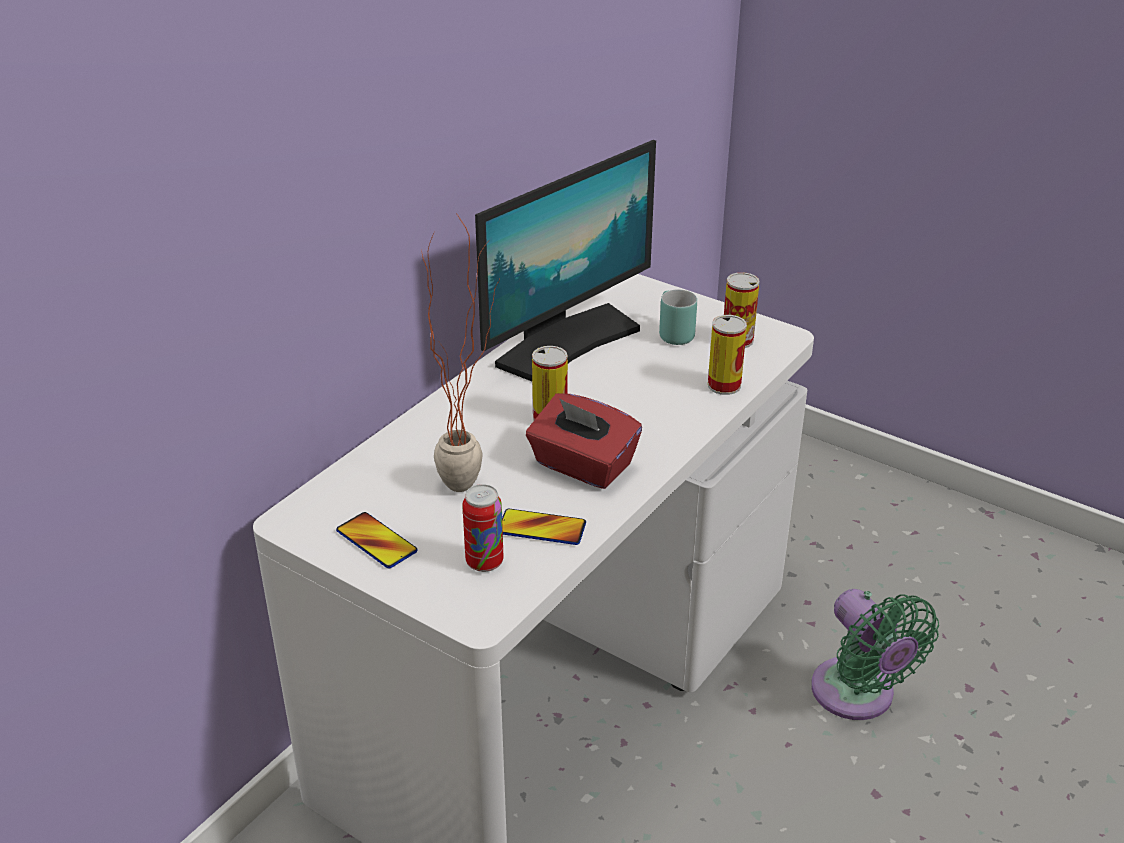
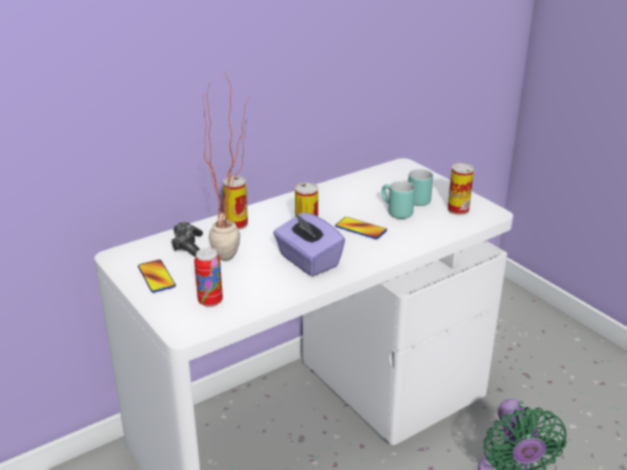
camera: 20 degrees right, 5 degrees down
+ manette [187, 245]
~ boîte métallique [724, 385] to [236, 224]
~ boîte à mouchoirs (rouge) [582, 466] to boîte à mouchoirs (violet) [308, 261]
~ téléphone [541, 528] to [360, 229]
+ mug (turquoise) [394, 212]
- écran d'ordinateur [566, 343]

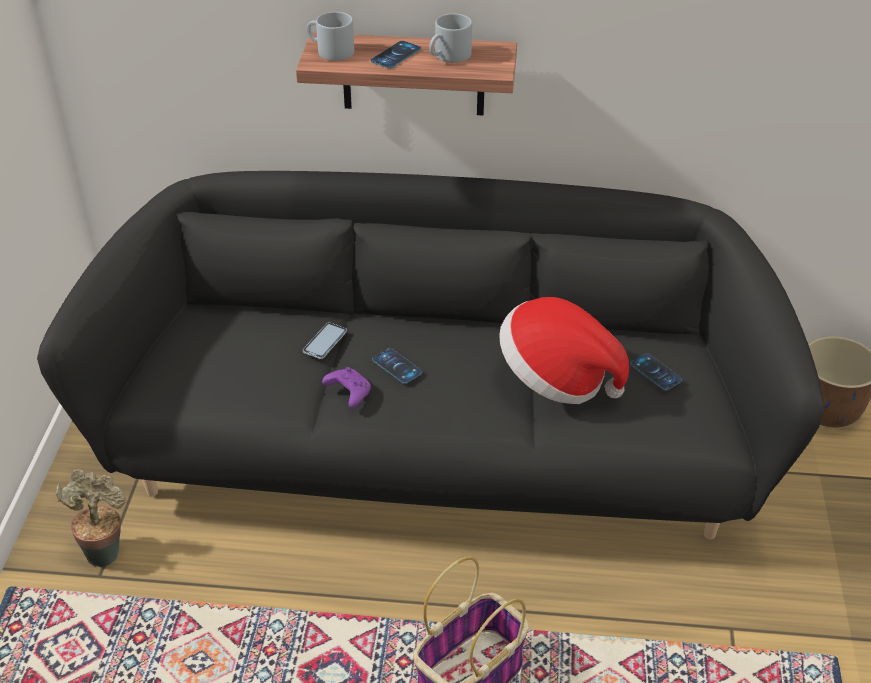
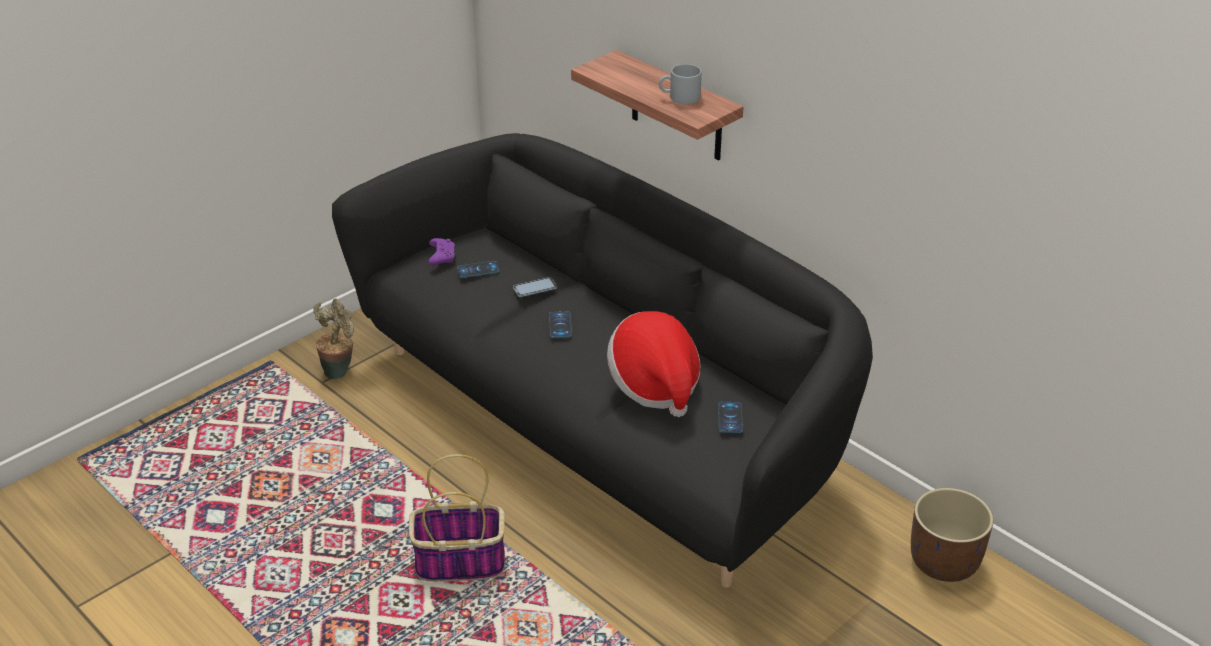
camera: 40 degrees right, 5 degrees down
~ manette (violet) [348, 392] to [441, 256]
~ téléphone [396, 55] to [478, 269]
- mug (gris) [330, 51]

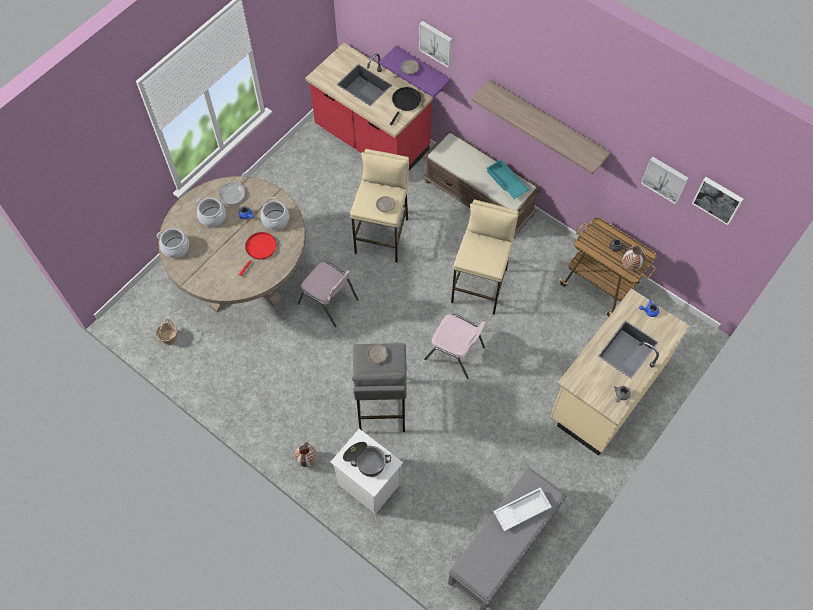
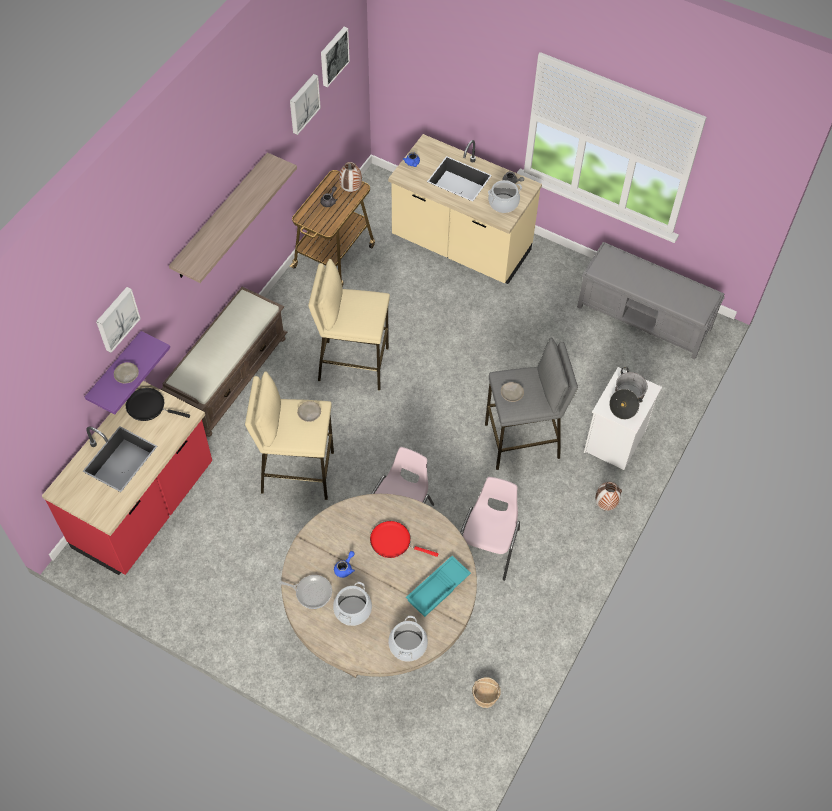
camera: 100 degrees left, 5 degrees down
~ plateau (turquoise) [506, 182] to [438, 589]
~ chaise (rose) [455, 353] to [488, 546]
~ marmite [275, 219] to [503, 203]
- plateau (blanc) [521, 510]

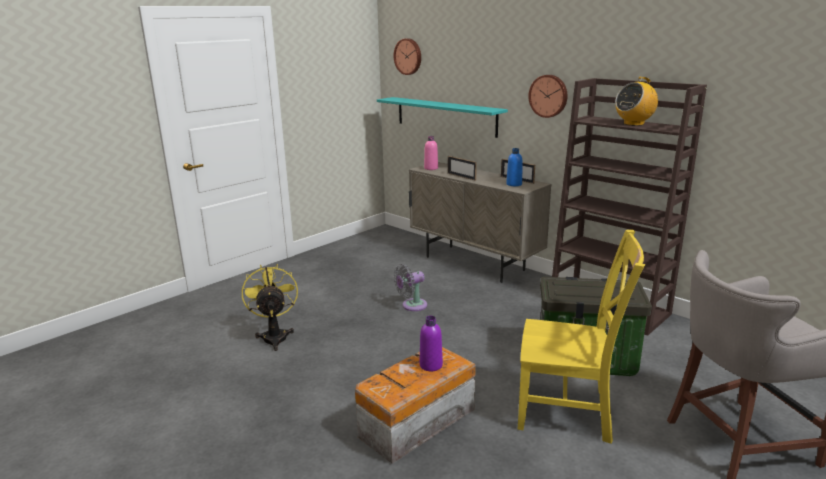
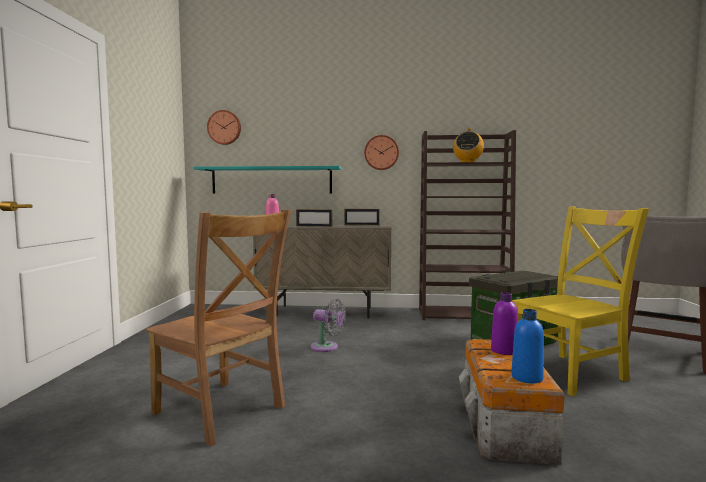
camera: 40 degrees left, 15 degrees down
~ ventilateur (jaune) [275, 336] to chaise (marron) [222, 412]
~ ventilateur (gris) [412, 306] = [327, 347] 90 degrees counterclockwise
~ bouteille (bleu) [514, 184] to [527, 377]

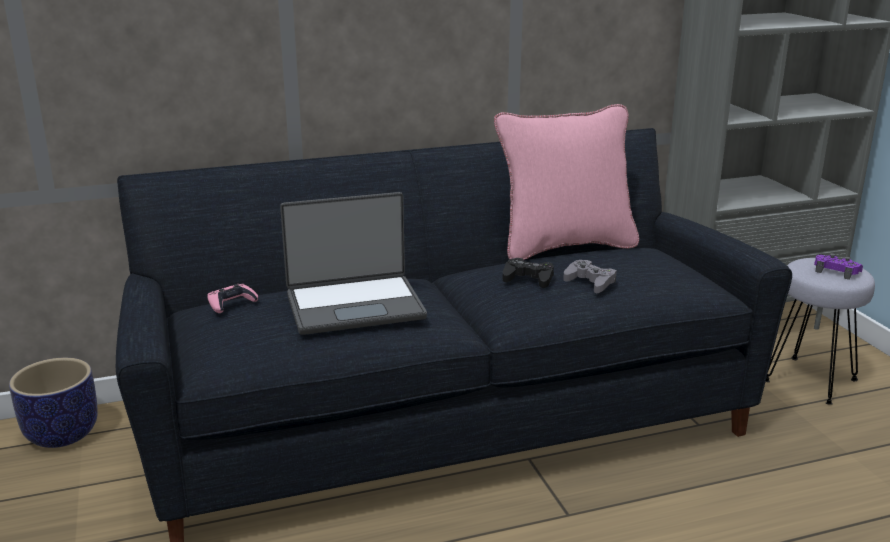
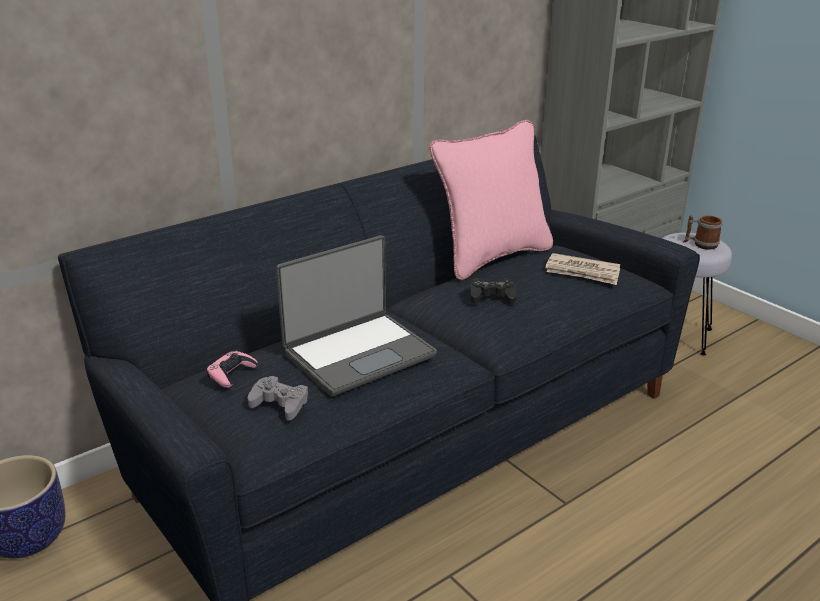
camera: 20 degrees left, 5 degrees up
~ manette (gris) [590, 282] to [280, 404]
+ journal [583, 272]
~ manette (violet) [836, 271] to mug [700, 244]

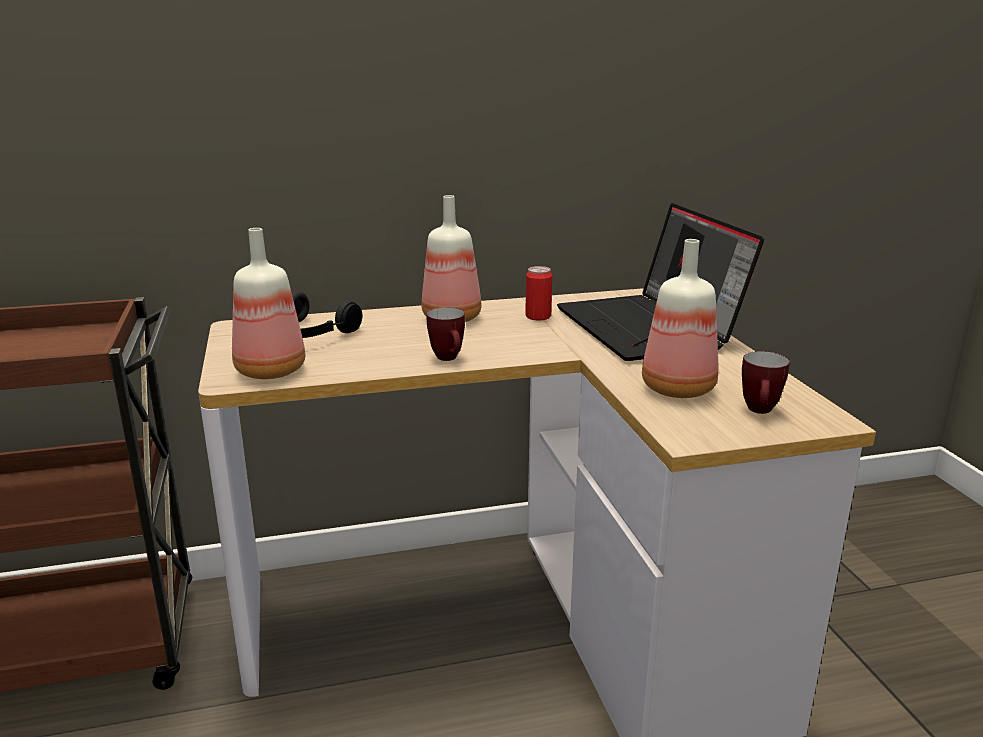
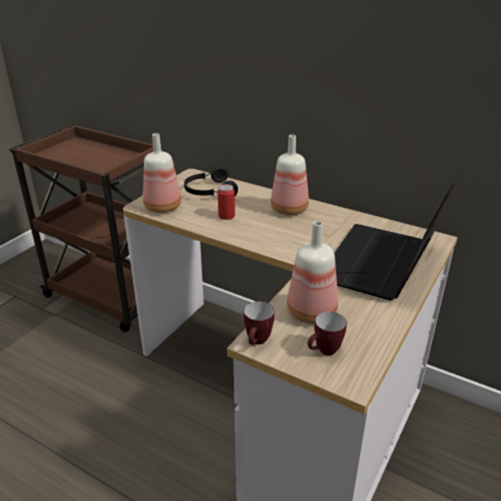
camera: 45 degrees right, 10 degrees up
~ boîte métallique [538, 316] to [226, 216]
~ mug [449, 359] to [257, 342]

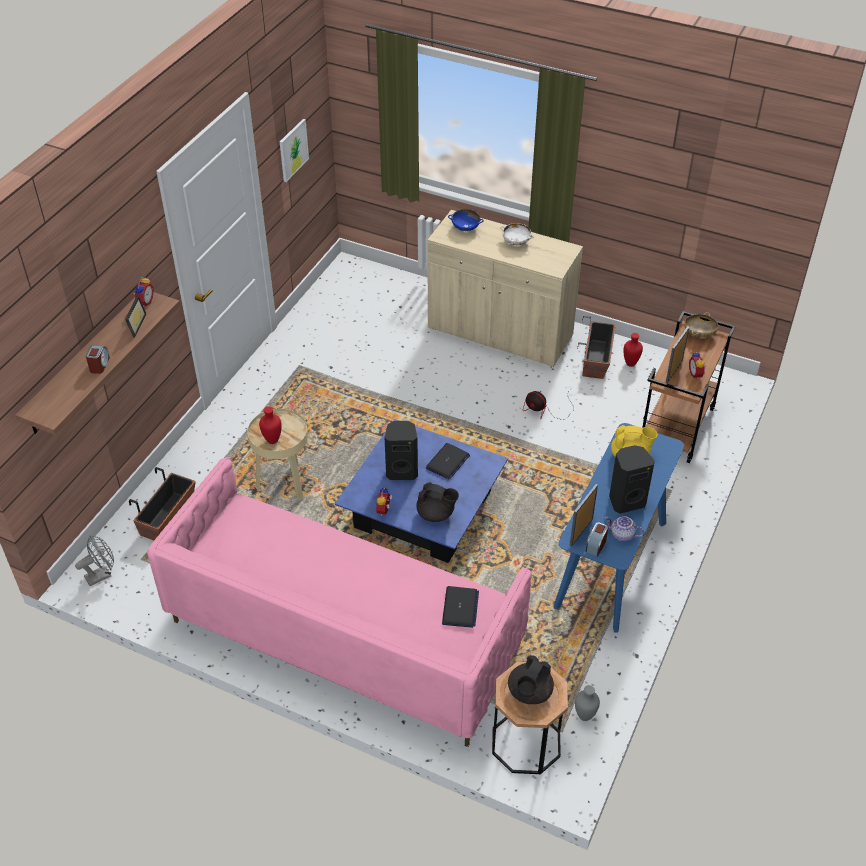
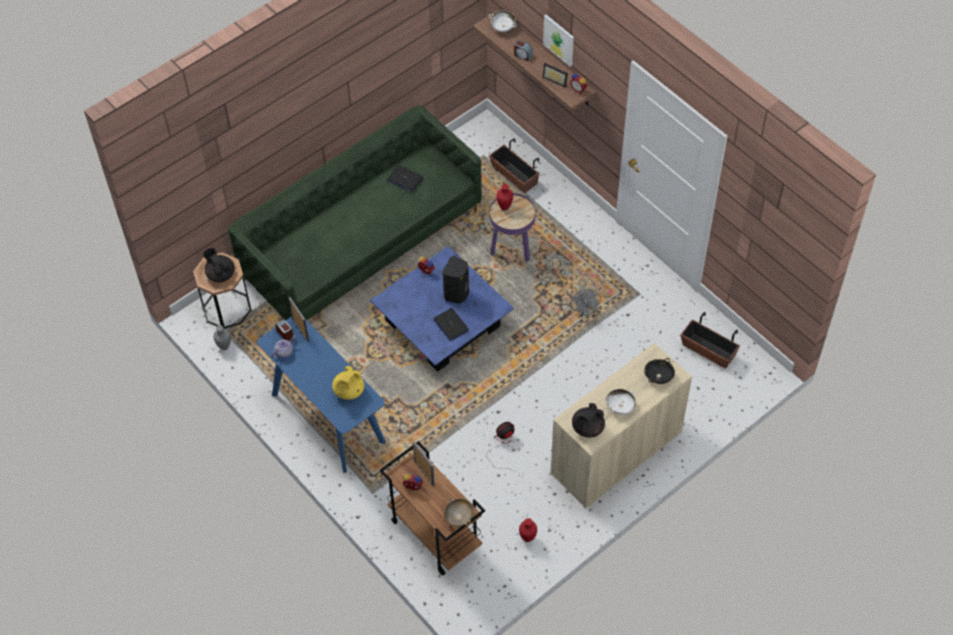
camera: 115 degrees right, 10 degrees up
~ canapé (rose) [344, 632] to canapé (vert) [362, 243]
~ ordinateur portable [460, 608] to [405, 179]
+ bol (blanc) [503, 27]
~ table d'appoint (beige) [284, 483] to table d'appoint (violet) [512, 248]
~ tableau [293, 150] to [559, 40]
~ ventilateur (gris) [102, 574] to [584, 311]
~ théière (noir) [436, 514] to [587, 428]
~ bol (bleu) [465, 228] to bol (noir) [658, 376]
~ cache-pot [596, 359] to [708, 351]
- enceinte (noir) [626, 500]

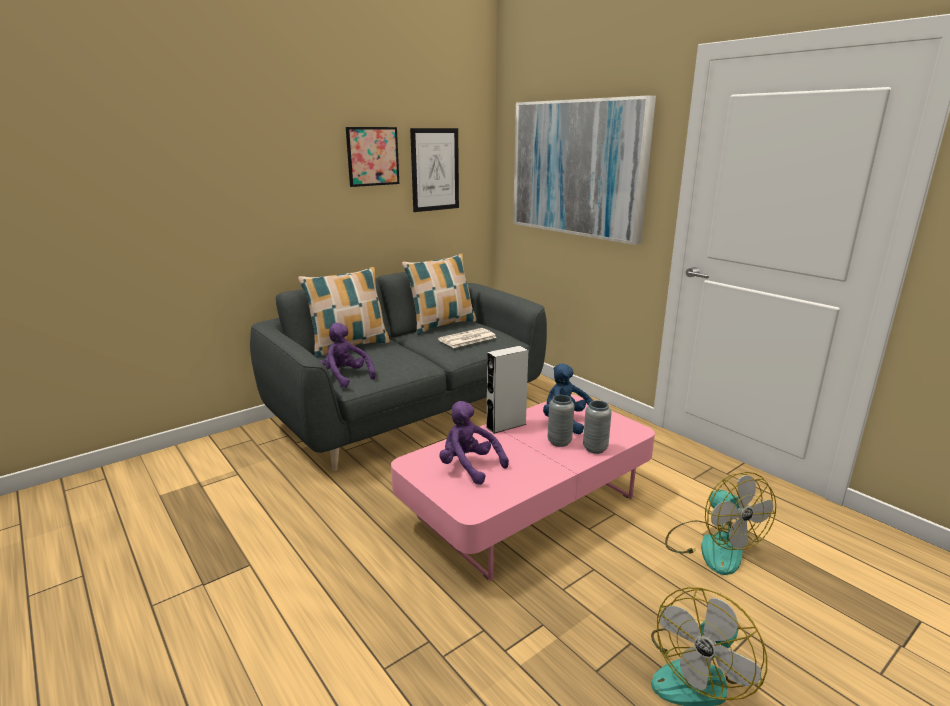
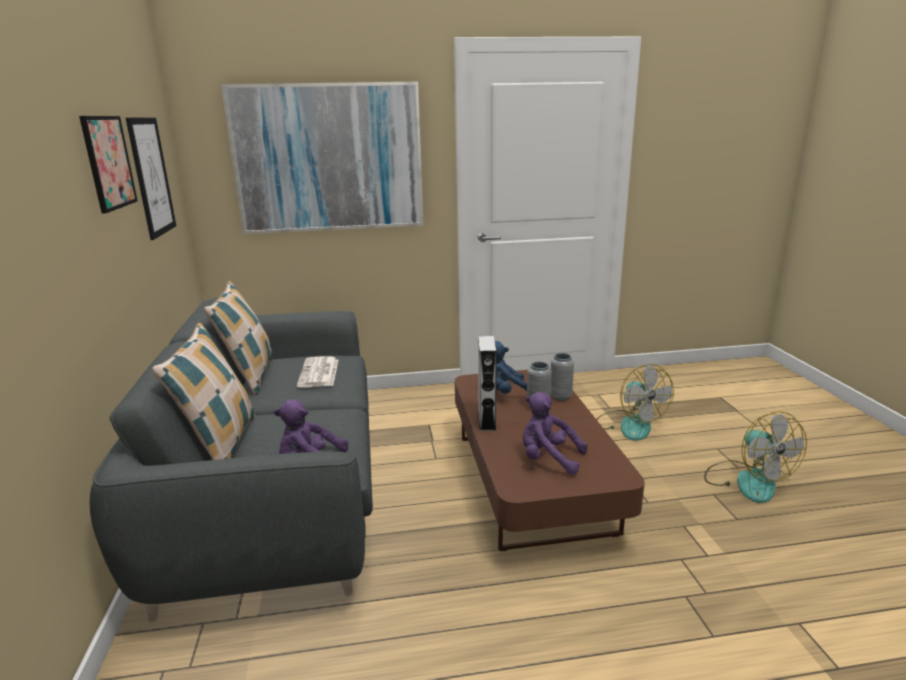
camera: 60 degrees left, 0 degrees up
~ table basse (rose) [527, 507] to table basse (marron) [531, 481]
~ peluche (violet) [469, 467] = [548, 459] 45 degrees clockwise
~ ventilateur [711, 546] = [629, 424] 60 degrees clockwise

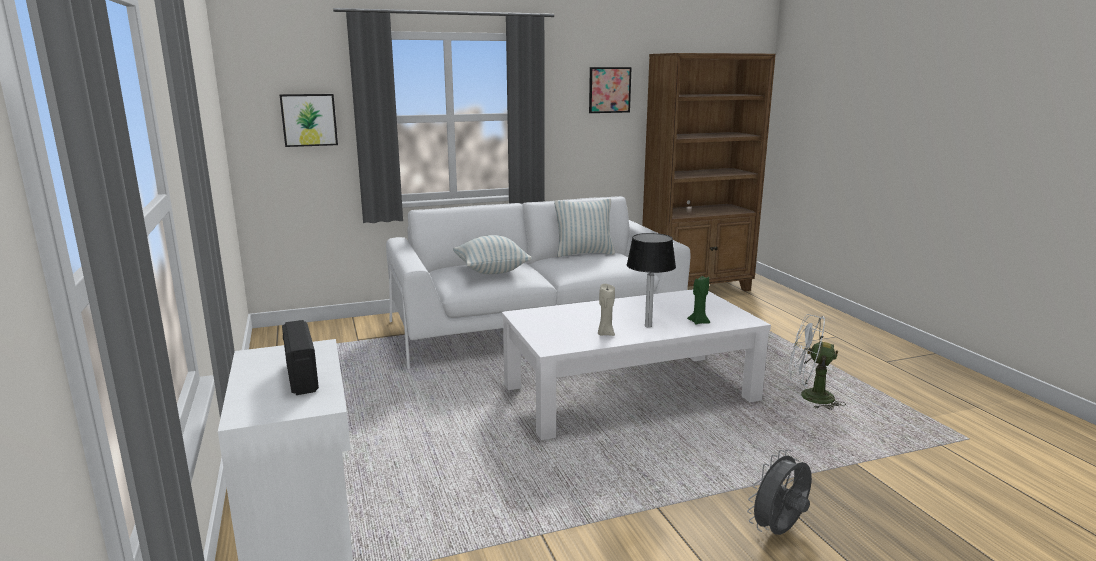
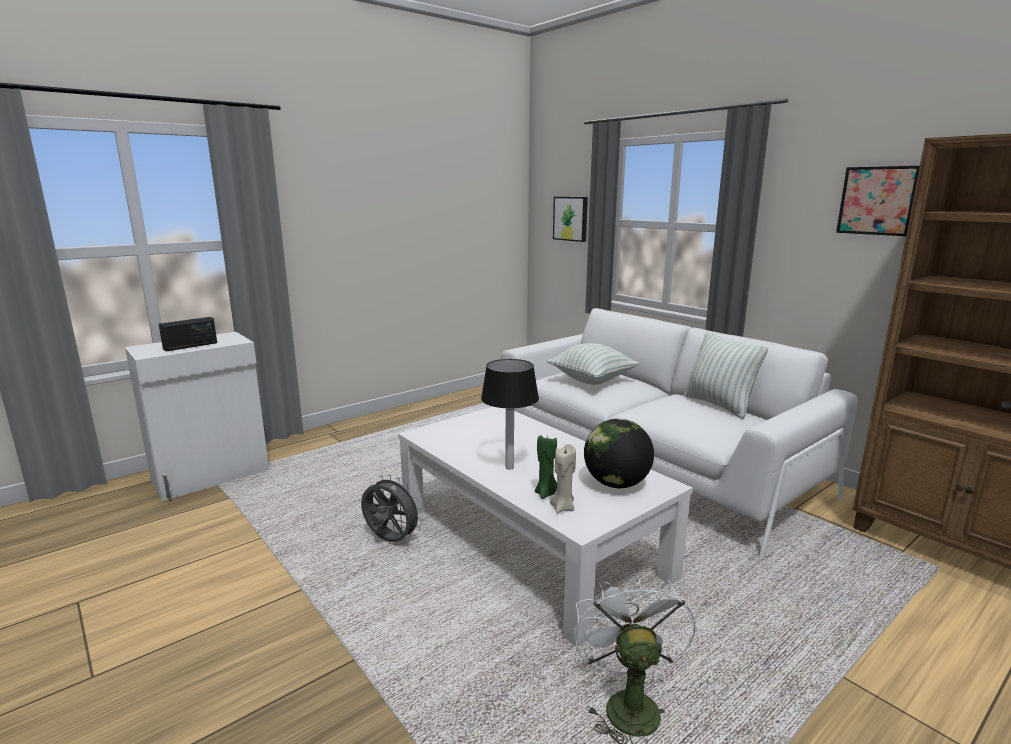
camera: 70 degrees right, 0 degrees up
~ ventilateur (gris) [779, 531] to [390, 541]
~ bougie (beige) [605, 334] to [562, 507]
+ globe [616, 484]

